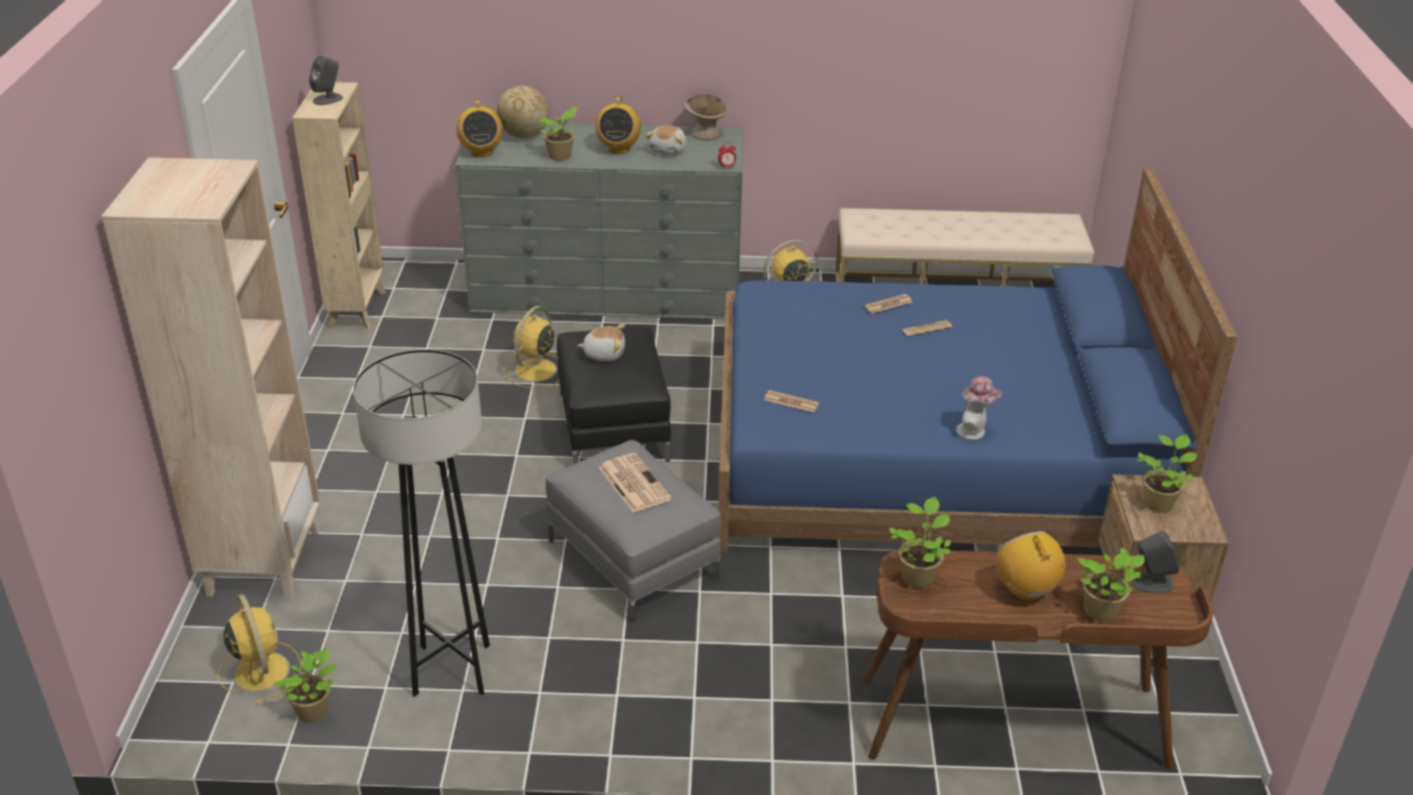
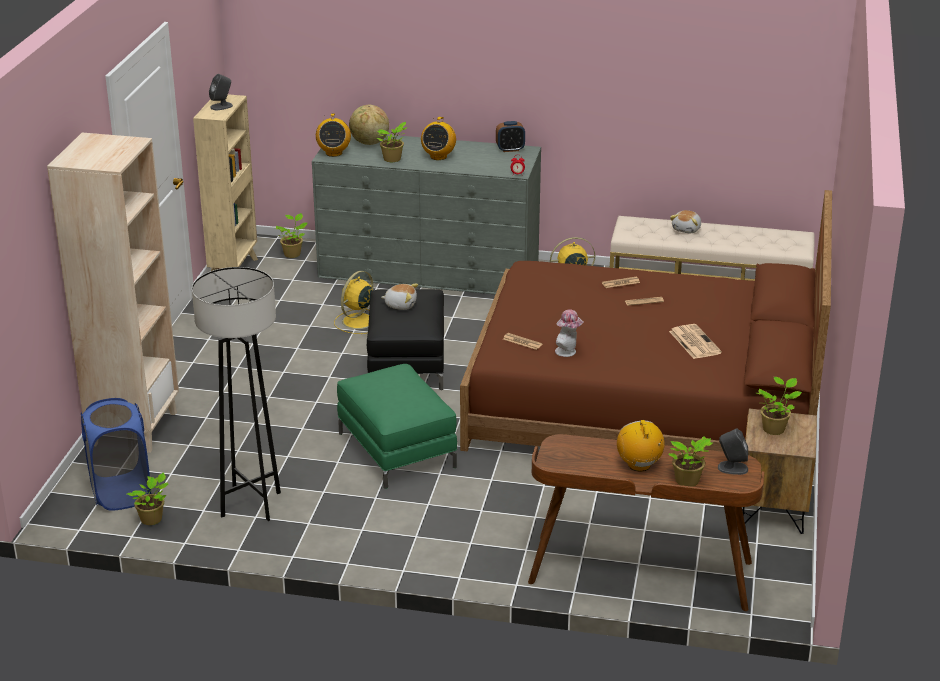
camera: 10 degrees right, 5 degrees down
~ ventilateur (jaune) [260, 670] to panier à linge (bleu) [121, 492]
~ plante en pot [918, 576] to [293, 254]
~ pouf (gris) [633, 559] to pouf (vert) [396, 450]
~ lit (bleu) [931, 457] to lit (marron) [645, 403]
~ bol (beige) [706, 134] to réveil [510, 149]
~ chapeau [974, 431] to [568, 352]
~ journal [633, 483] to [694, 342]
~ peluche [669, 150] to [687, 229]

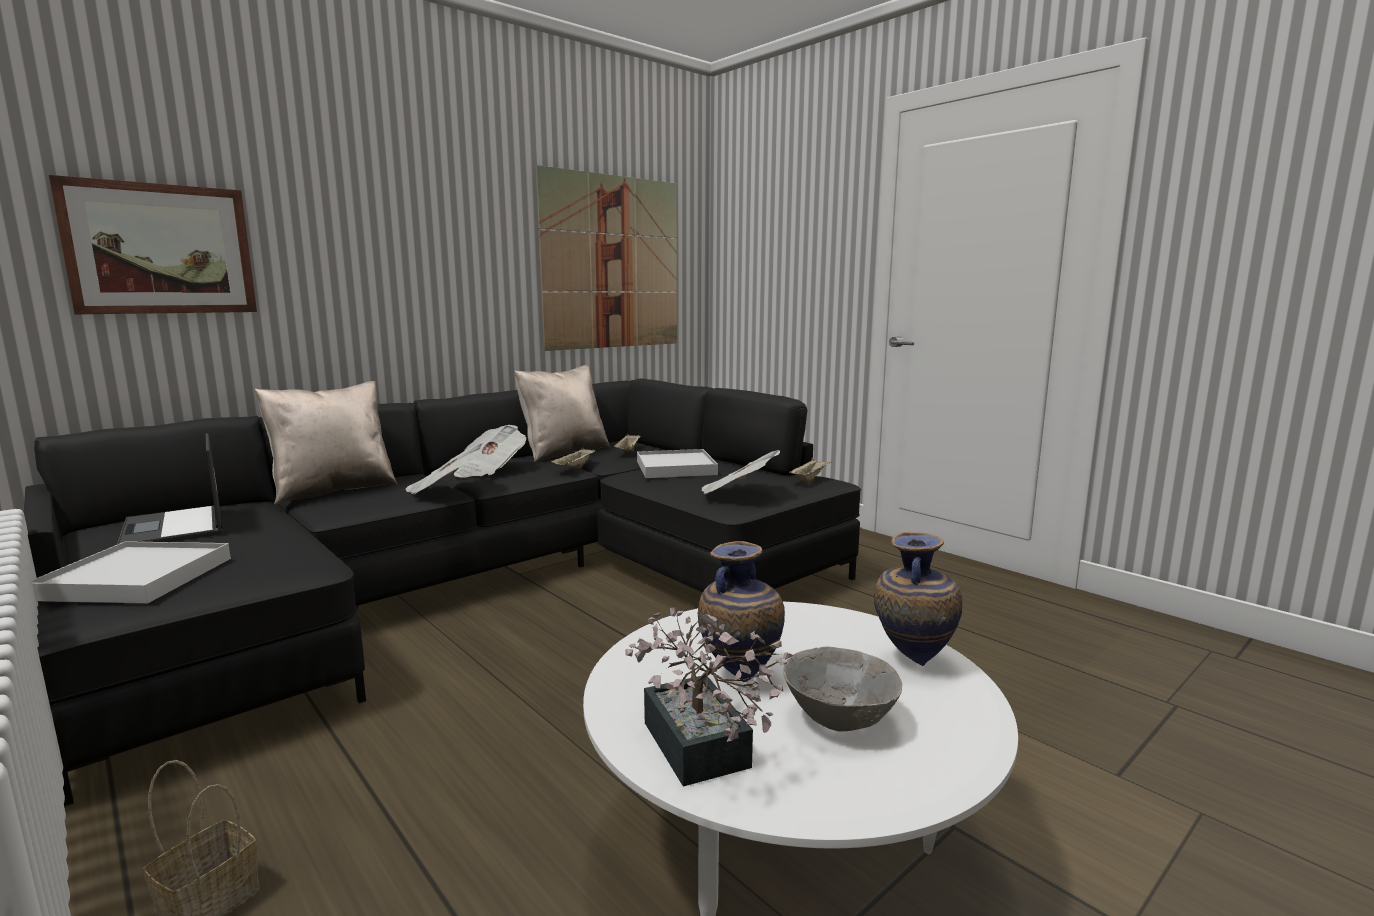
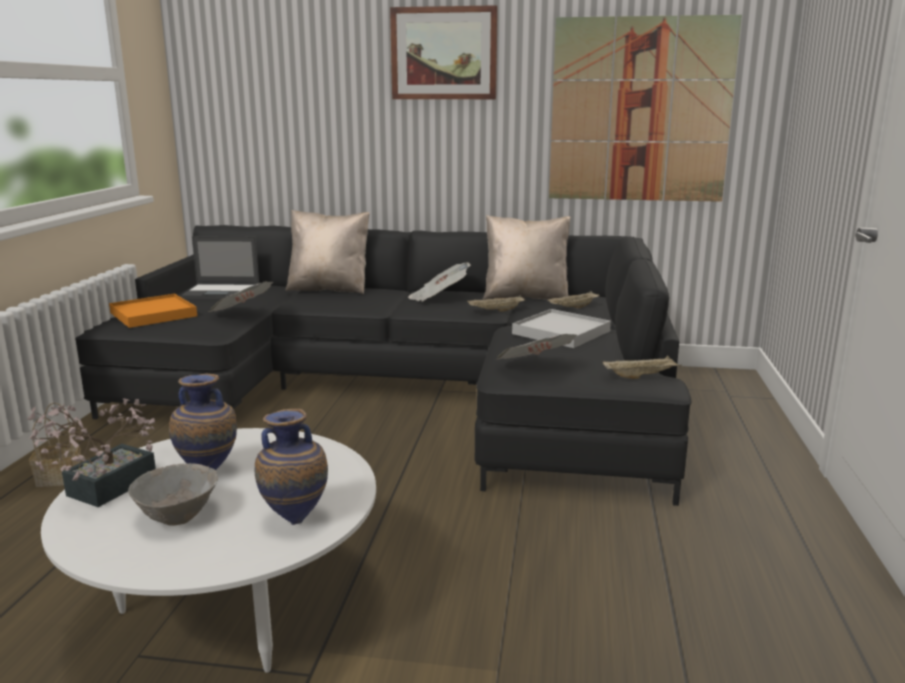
camera: 50 degrees right, 5 degrees up
~ plateau (blanc) [136, 578] to plateau (orange) [153, 314]
~ ordinateur portable [174, 528] = [222, 292] 105 degrees counterclockwise
~ journal [445, 490] to [242, 314]
~ tableau [160, 249] to [444, 53]

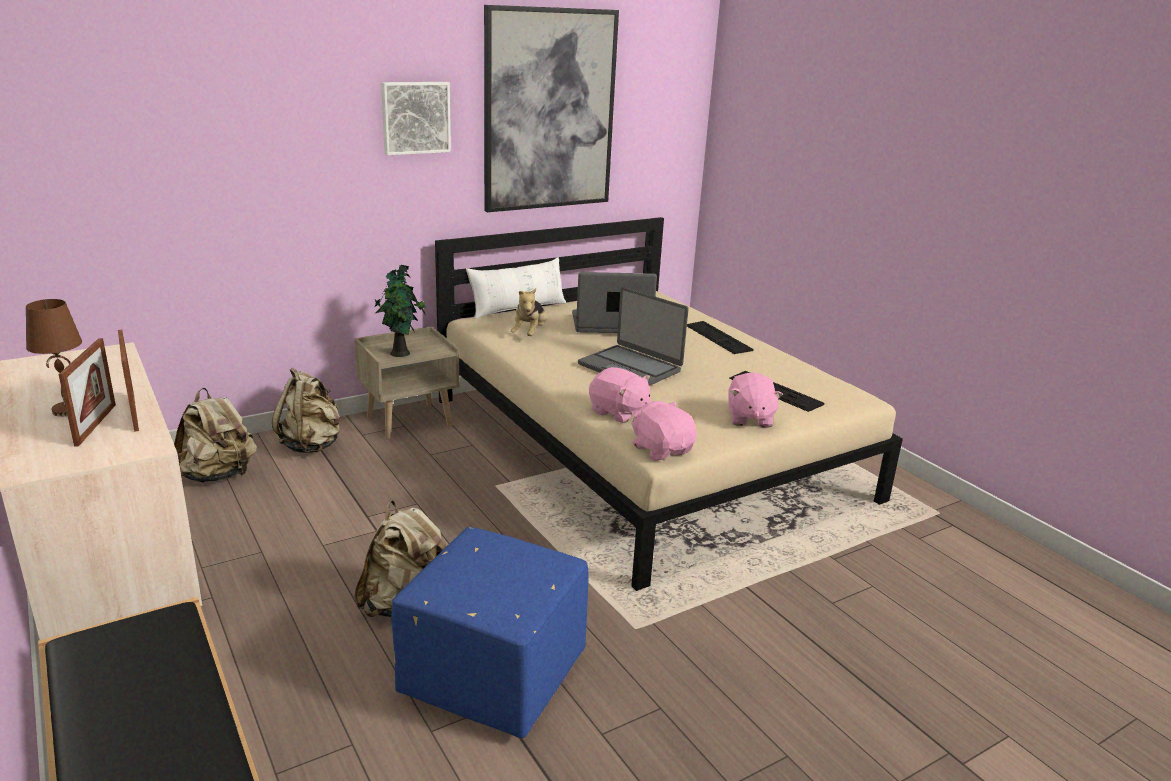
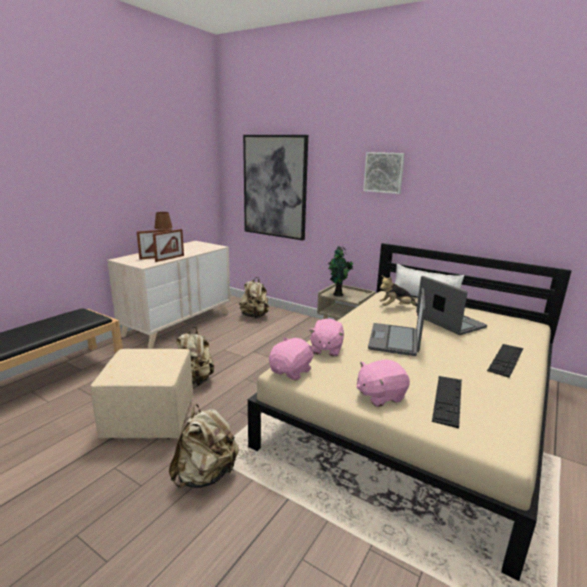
camera: 65 degrees right, 5 degrees down
~ pouf (bleu) [492, 675] to pouf (beige) [151, 419]
~ sac à dos (beige) [312, 445] to [205, 475]
~ tableau [549, 110] to [274, 187]

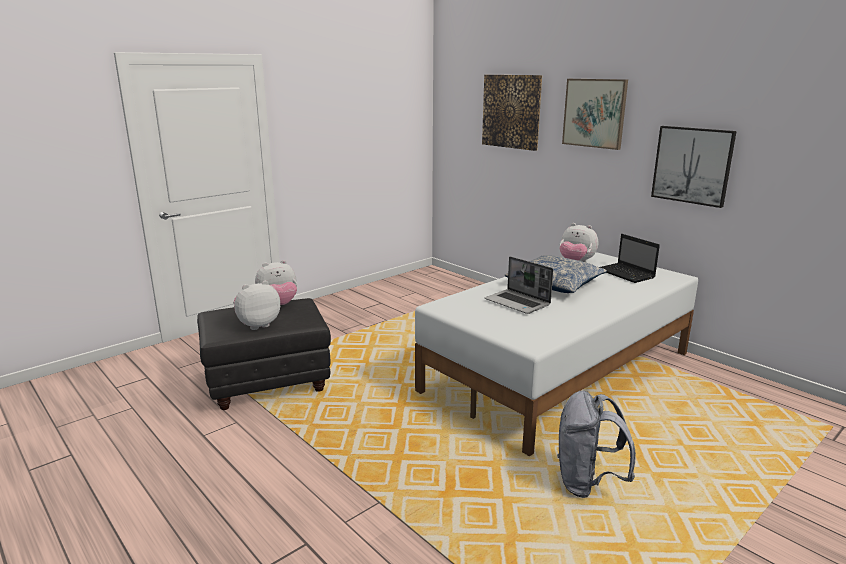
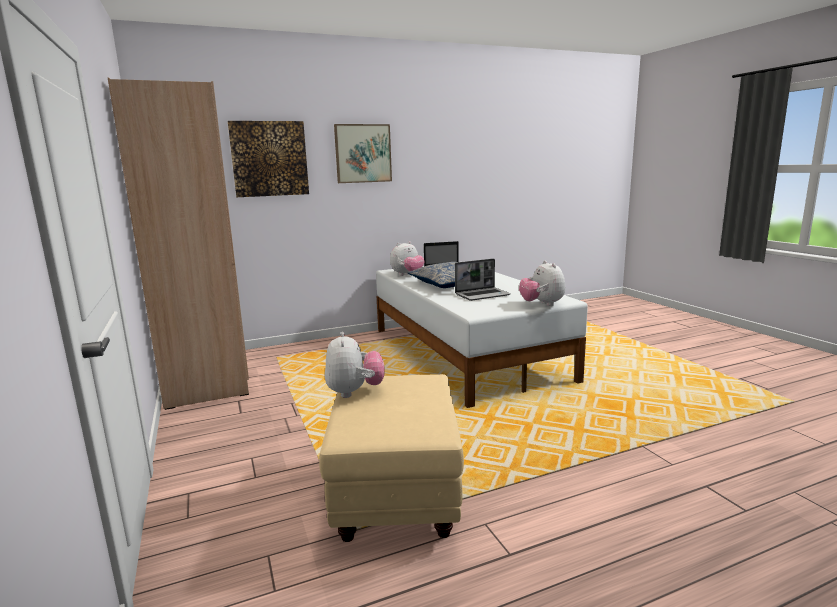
camera: 70 degrees left, 5 degrees down
+ armoire (beige) [207, 376]
~ pouf (noir) [268, 383] to pouf (beige) [395, 494]
~ peluche [257, 325] to [542, 304]
- sac à dos (gris) [587, 483]
- tableau [692, 165]

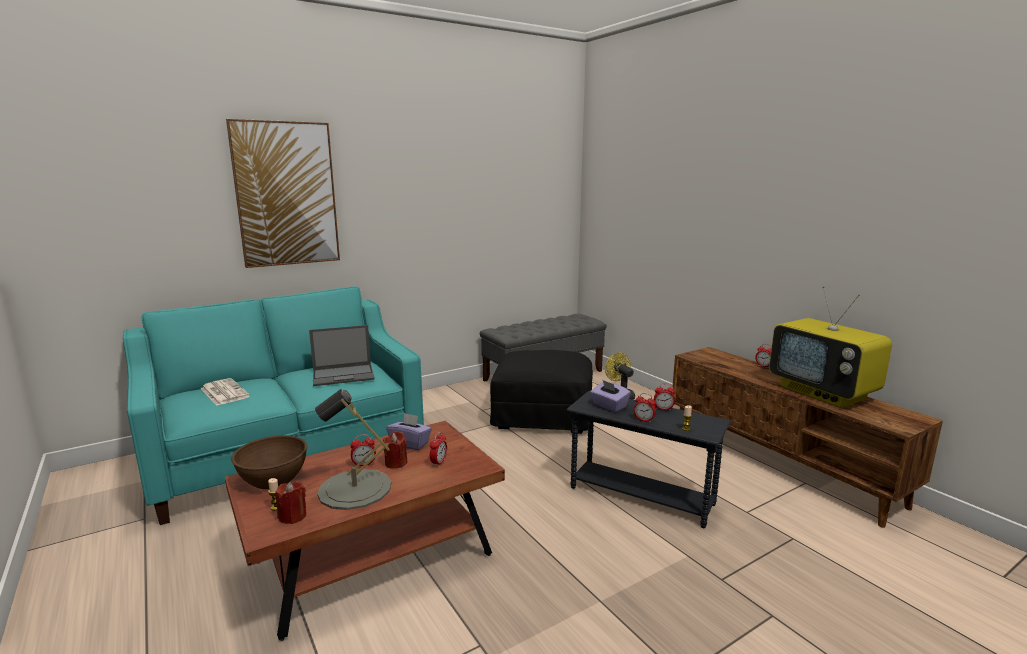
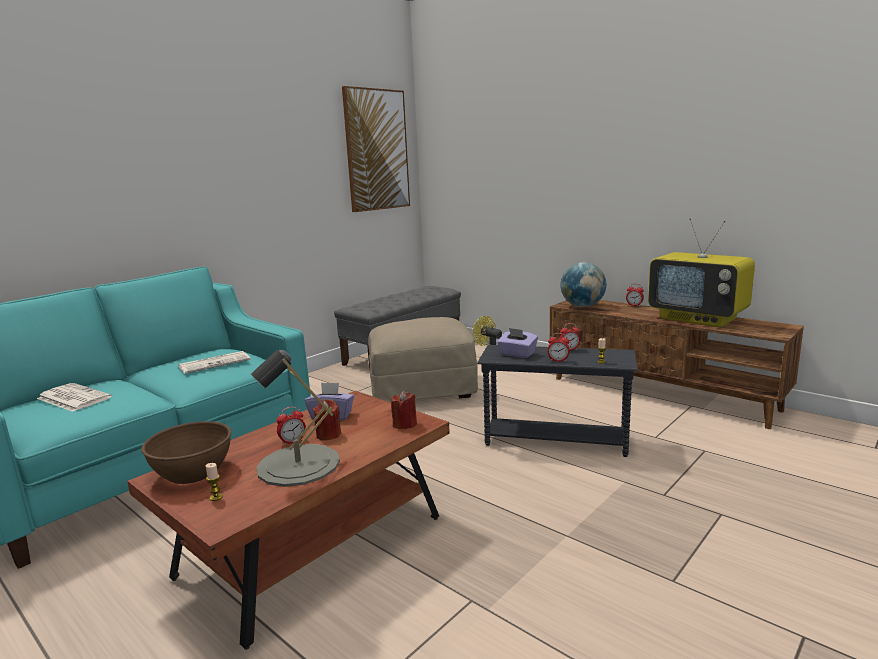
camera: 15 degrees left, 0 degrees up
~ ordinateur portable [344, 375] to journal [215, 363]
~ tableau [286, 194] to [376, 150]
~ pouf (noir) [543, 416] to pouf (beige) [423, 388]
~ bougie (rouge) [292, 516] to [405, 424]
+ globe [582, 306]
- réveil [439, 462]

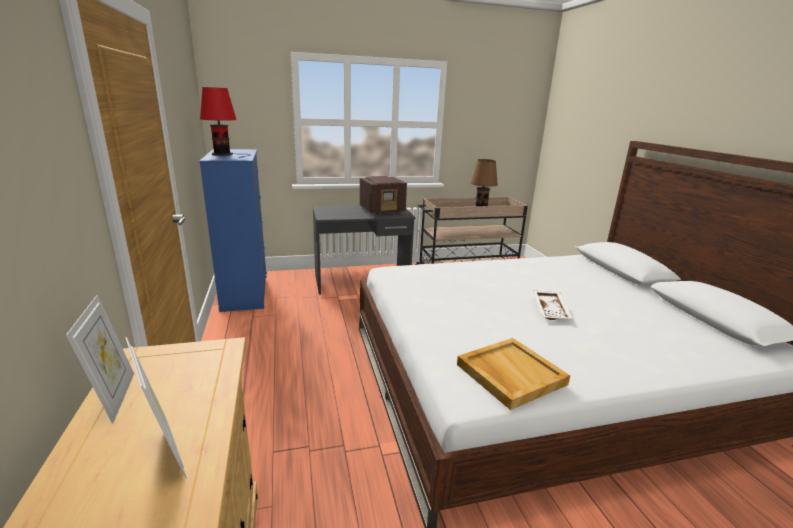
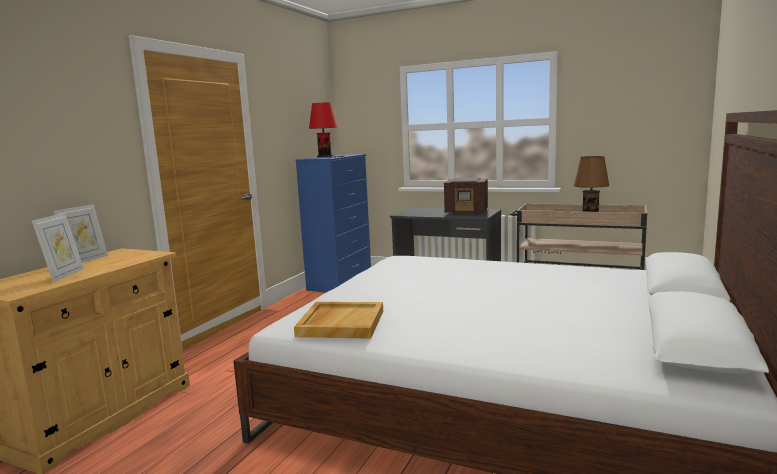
camera: 40 degrees right, 10 degrees down
- plateau (blanc) [551, 310]

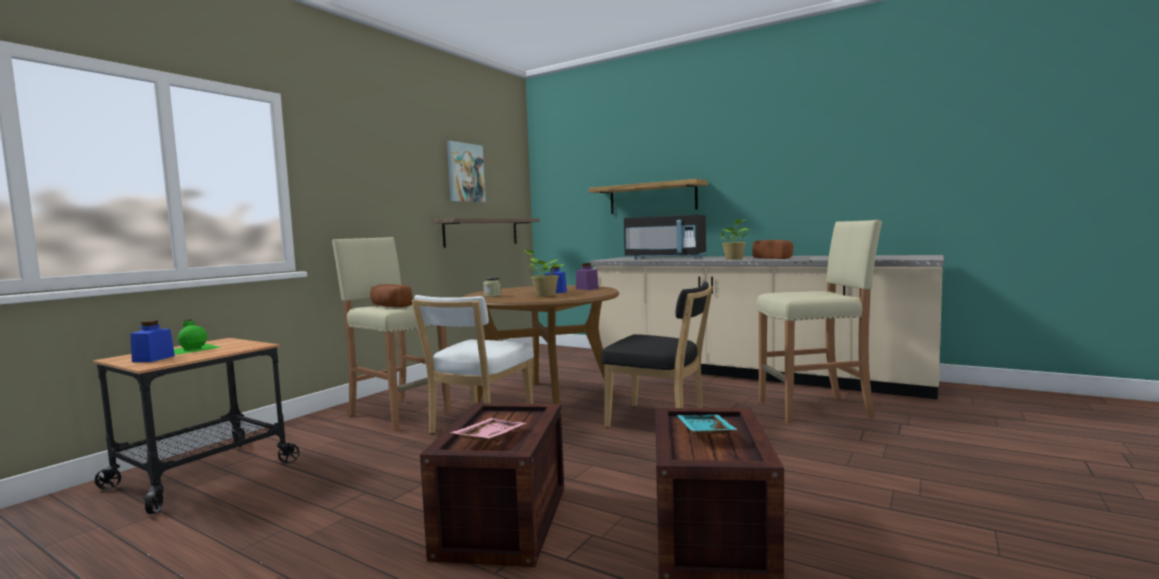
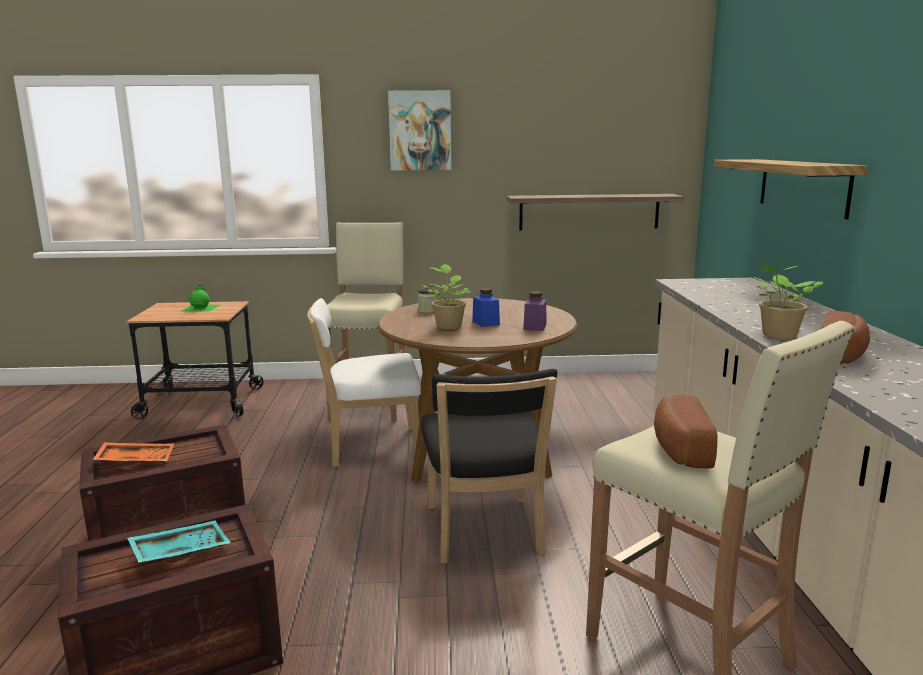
camera: 55 degrees right, 10 degrees up
~ plateau (rose) [489, 438] to plateau (orange) [136, 460]
~ tableau [465, 172] to [420, 131]
~ pain [388, 306] to [678, 449]
- bocal (bleu) [153, 359]
- micro-ondes (noir) [666, 258]

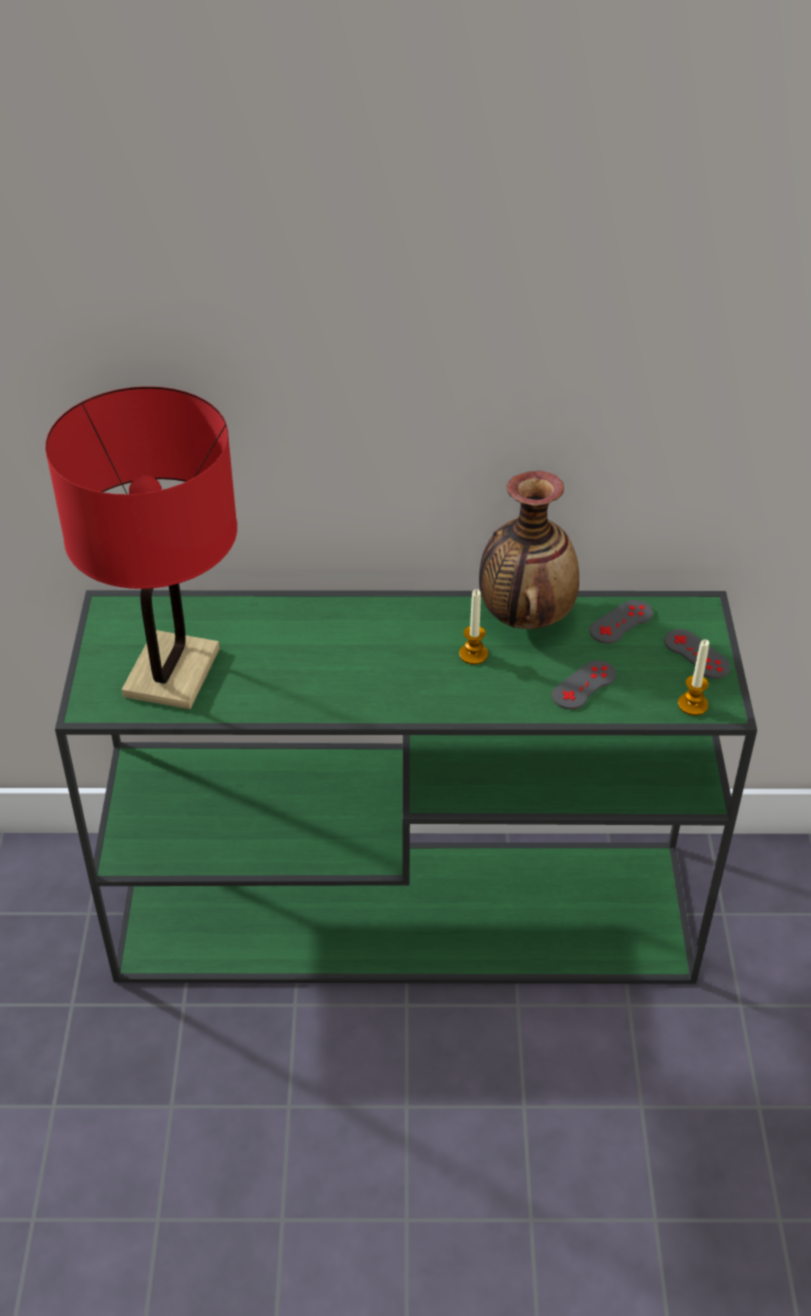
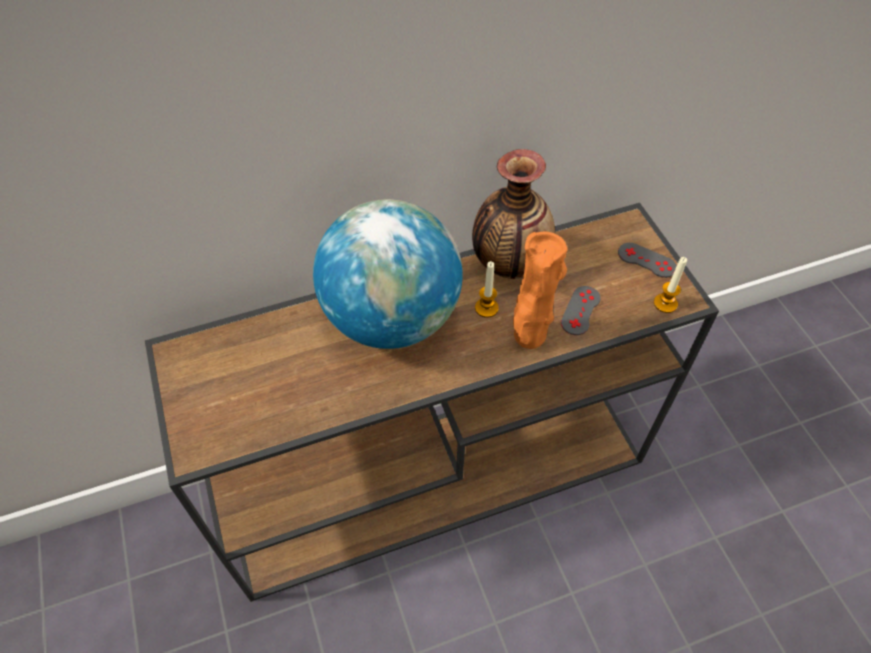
camera: 20 degrees left, 10 degrees up
~ table console (vert) [410, 911] to table console (marron) [439, 471]
+ globe [391, 318]
+ vase (orange) [528, 338]
- lampe de table (rouge) [172, 672]
- manette (gris) [621, 622]

